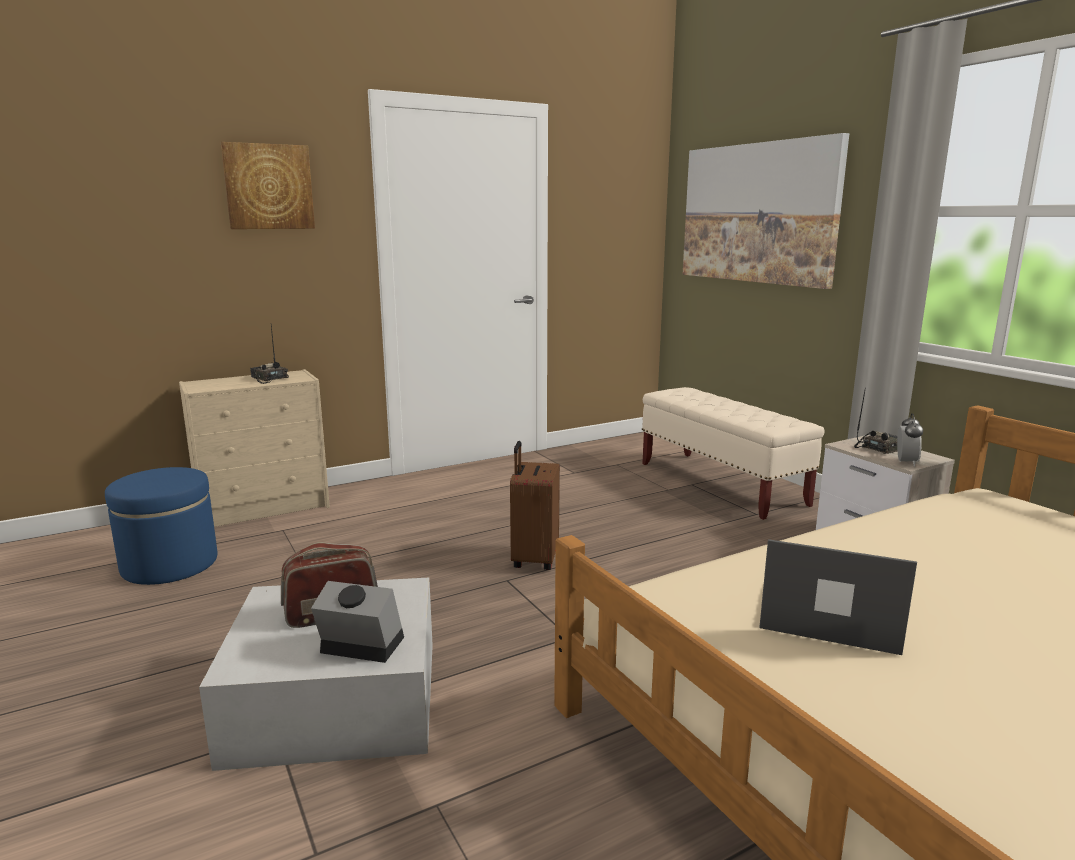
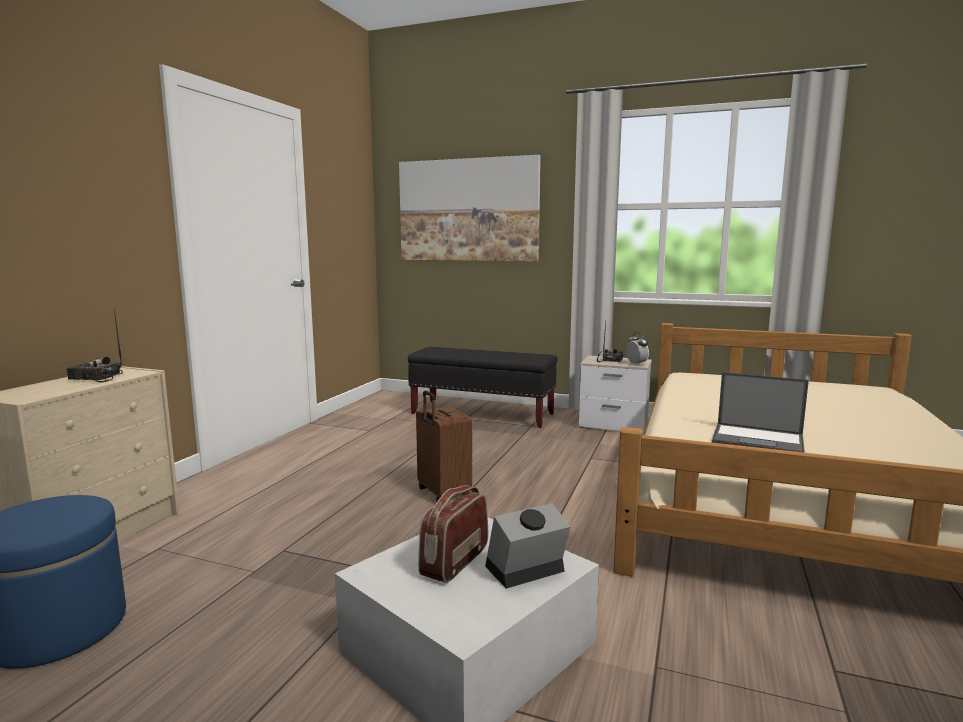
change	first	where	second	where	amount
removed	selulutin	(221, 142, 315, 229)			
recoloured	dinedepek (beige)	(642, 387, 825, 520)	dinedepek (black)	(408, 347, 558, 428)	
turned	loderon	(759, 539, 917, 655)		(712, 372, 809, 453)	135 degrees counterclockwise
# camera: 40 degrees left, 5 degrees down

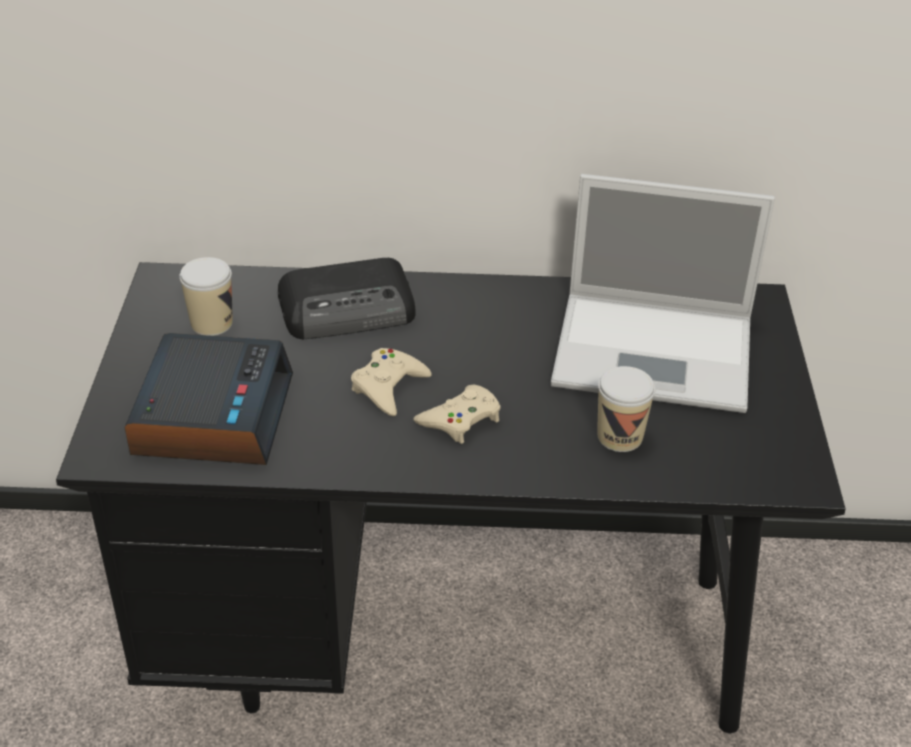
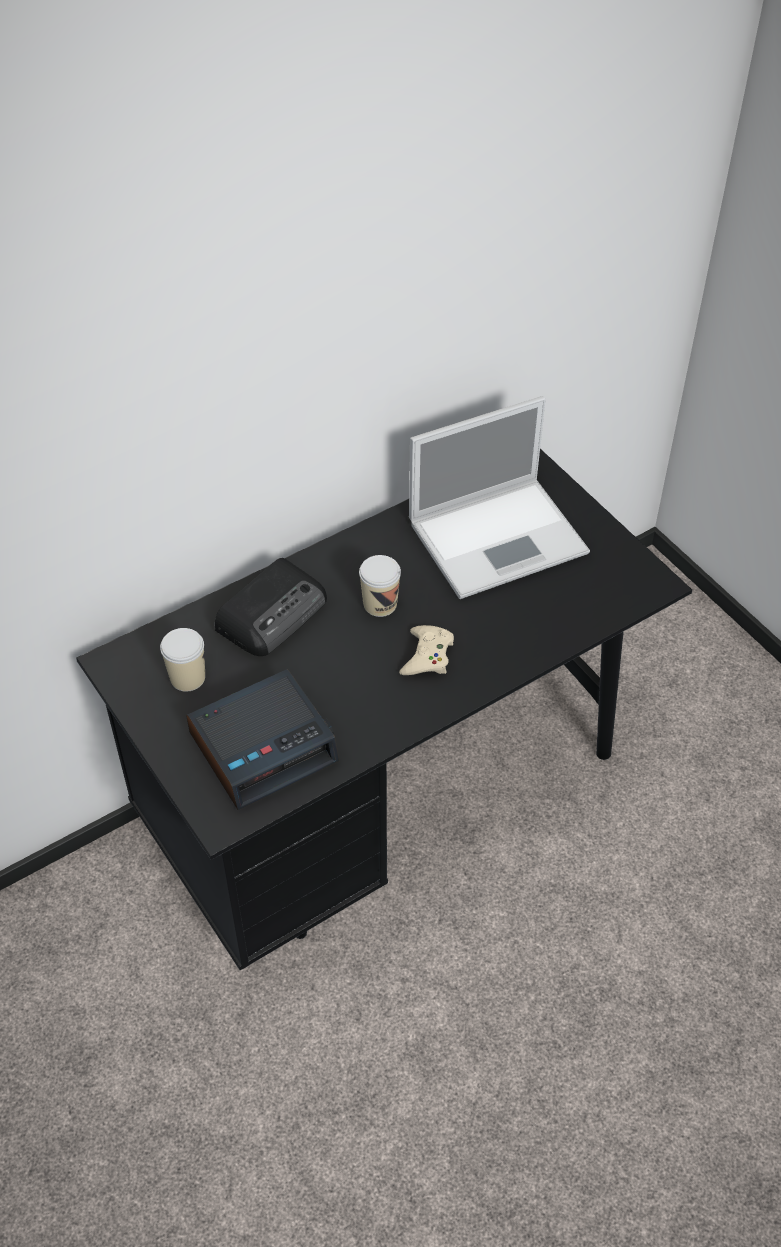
change	first	where	second	where	amount
removed	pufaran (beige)	(351, 348, 432, 416)			
moved	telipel	(597, 366, 655, 452)		(359, 555, 401, 617)	
turned	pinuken	(124, 333, 293, 465)		(186, 669, 339, 810)	90 degrees clockwise
# camera: 35 degrees left, 10 degrees up

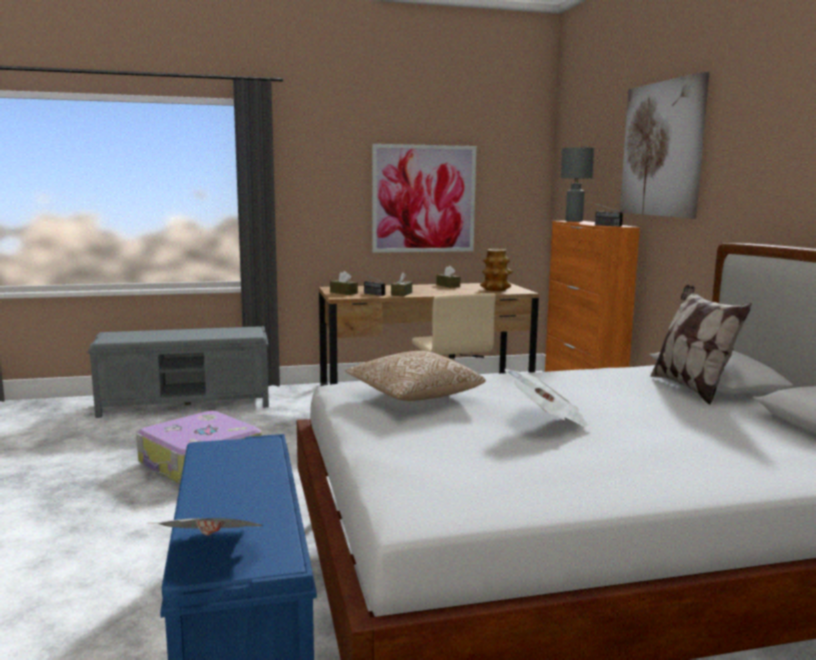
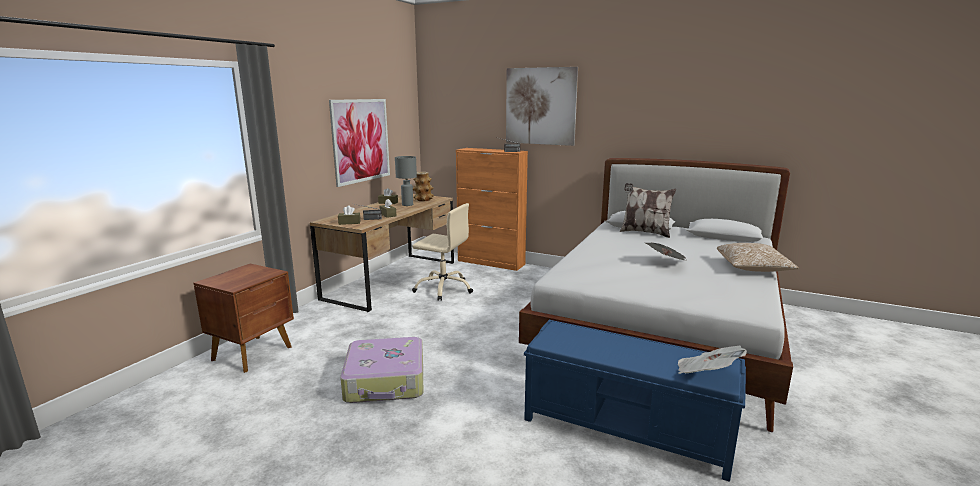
change	first	where	second	where	amount
moved	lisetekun	(346, 351, 486, 401)		(717, 243, 799, 272)	
moved	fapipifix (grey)	(561, 147, 594, 222)		(395, 156, 417, 206)	
replaced	dinedepek (grey)	(88, 326, 269, 418)	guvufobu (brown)	(194, 264, 294, 373)	
# camera: 50 degrees left, 5 degrees up

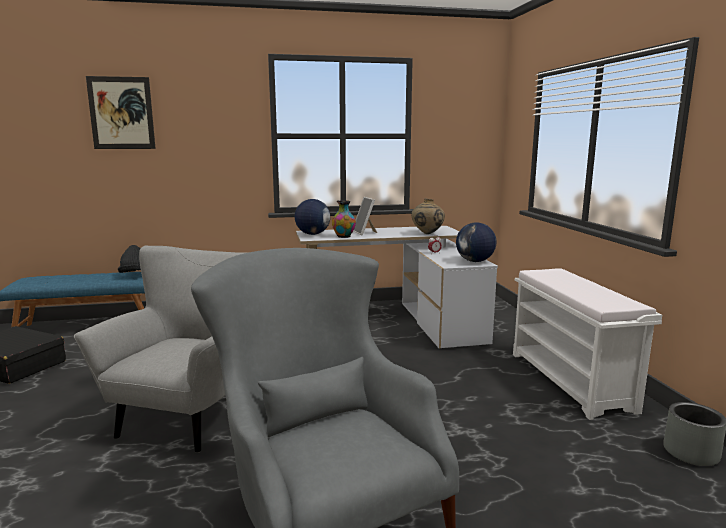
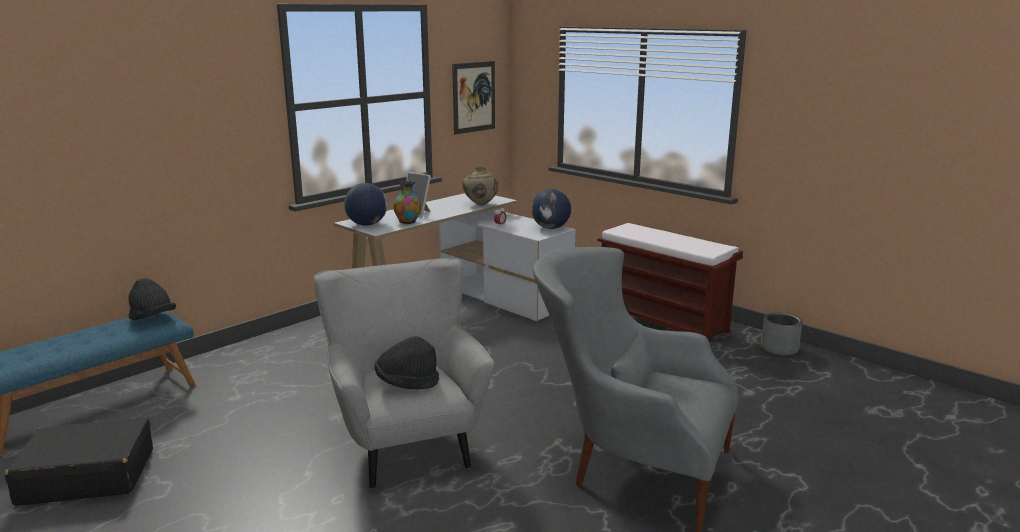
change	first	where	second	where	amount
added			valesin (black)	(374, 336, 439, 390)	
moved	selulutin	(86, 76, 156, 149)		(452, 61, 495, 134)	
recoloured	dinedepek (white)	(513, 268, 662, 420)	dinedepek (brown)	(597, 223, 743, 341)	
# camera: 35 degrees left, 5 degrees up

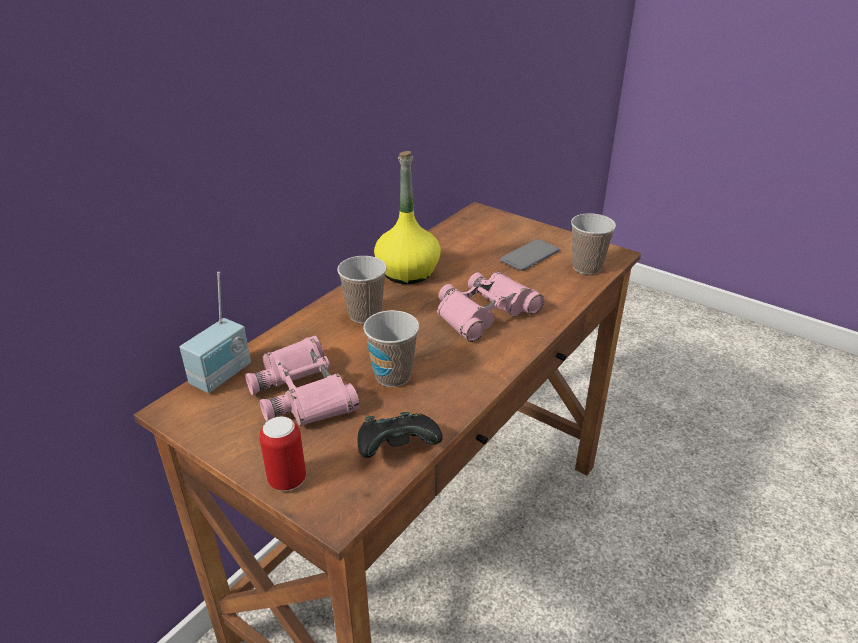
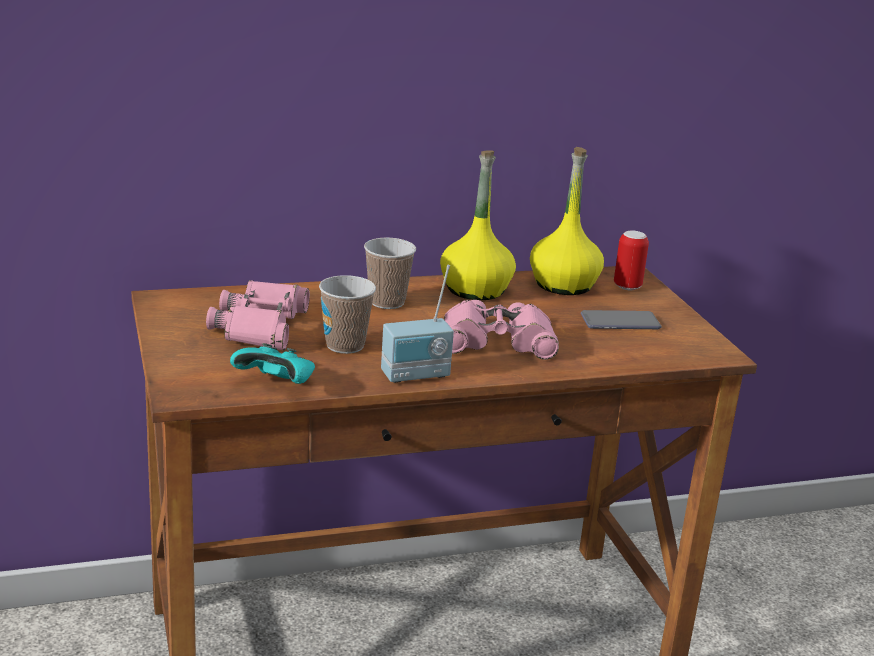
change	first	where	second	where	amount
removed	telipel	(571, 213, 616, 275)			
added			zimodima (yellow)	(530, 147, 604, 295)	
moved	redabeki	(180, 272, 251, 393)		(381, 265, 454, 383)	
moved	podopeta	(259, 416, 306, 491)		(614, 231, 649, 290)	
recoloured	pufaran (black)	(358, 412, 443, 458)	pufaran (turquoise)	(230, 343, 315, 384)	
# camera: 35 degrees right, 10 degrees down

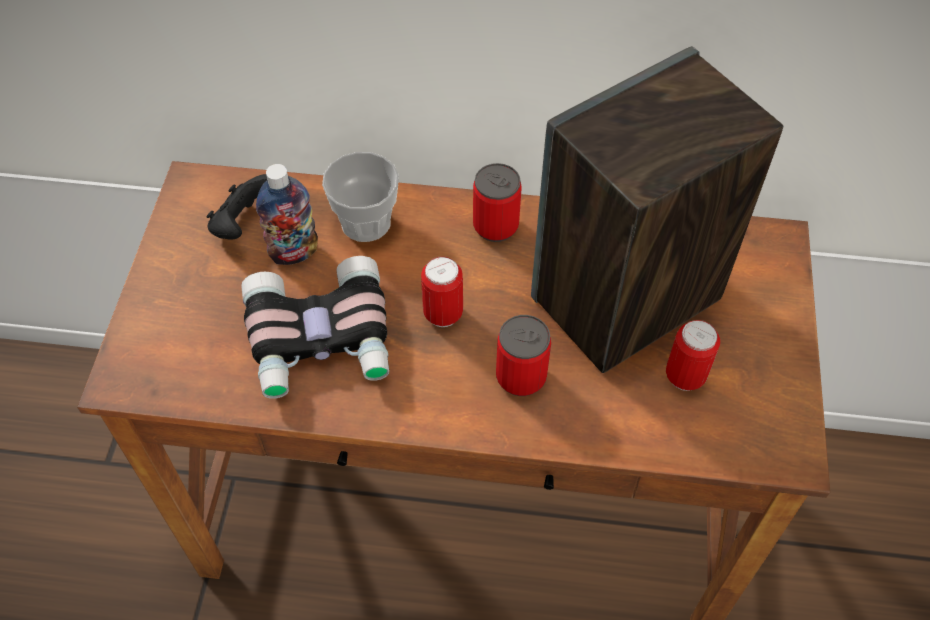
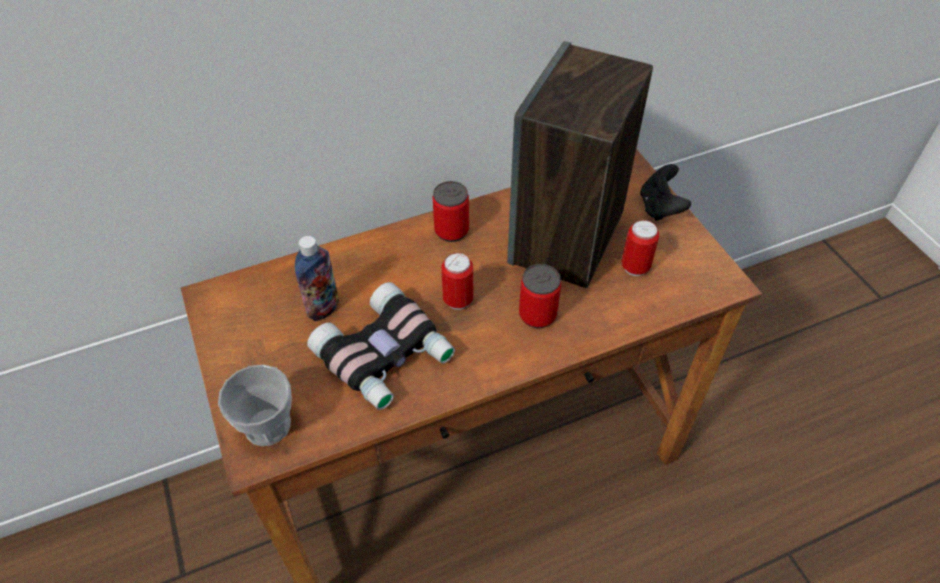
change	first	where	second	where	amount
moved	pufaran (black)	(207, 174, 267, 240)		(640, 164, 691, 221)	
moved	telipel	(322, 152, 399, 242)		(218, 365, 292, 446)	
# camera: 30 degrees left, 5 degrees down

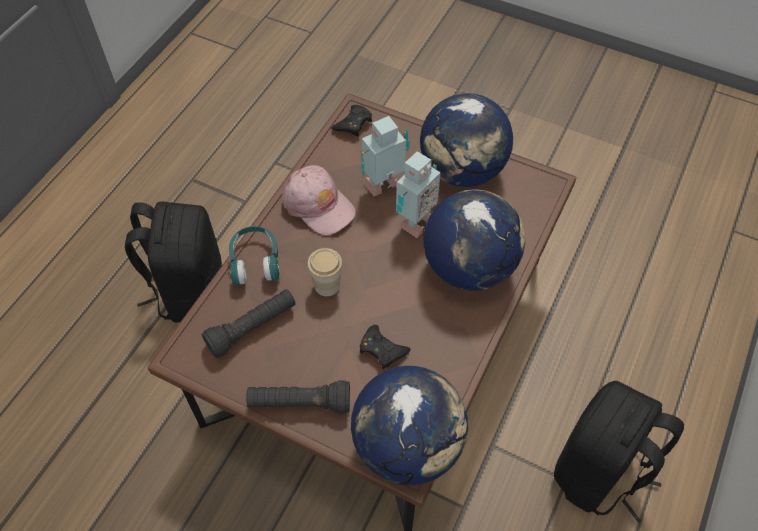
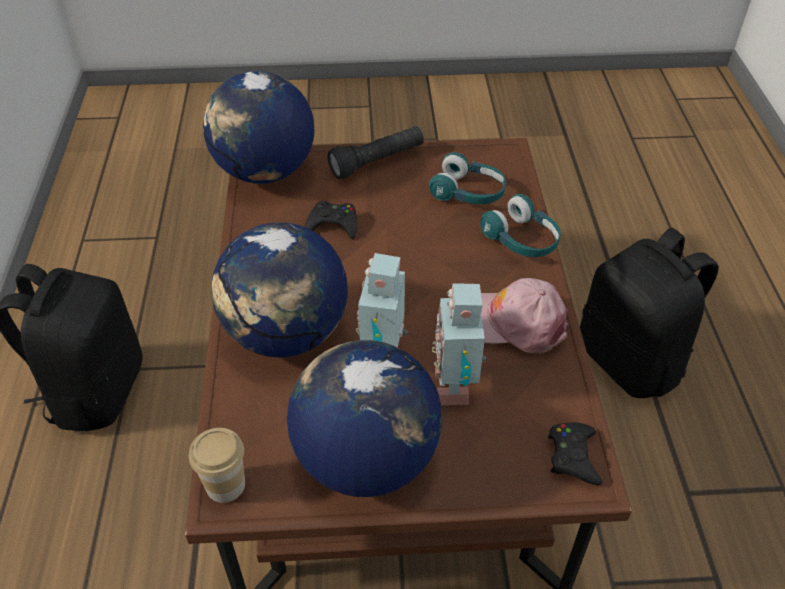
change	first	where	second	where	amount
moved	telipel	(307, 248, 343, 296)		(189, 428, 245, 503)	
replaced	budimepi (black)	(202, 289, 295, 358)	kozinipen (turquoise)	(429, 152, 506, 204)	
turned	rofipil	(361, 116, 410, 196)		(432, 283, 486, 405)	150 degrees clockwise
# camera: 150 degrees right, 10 degrees down

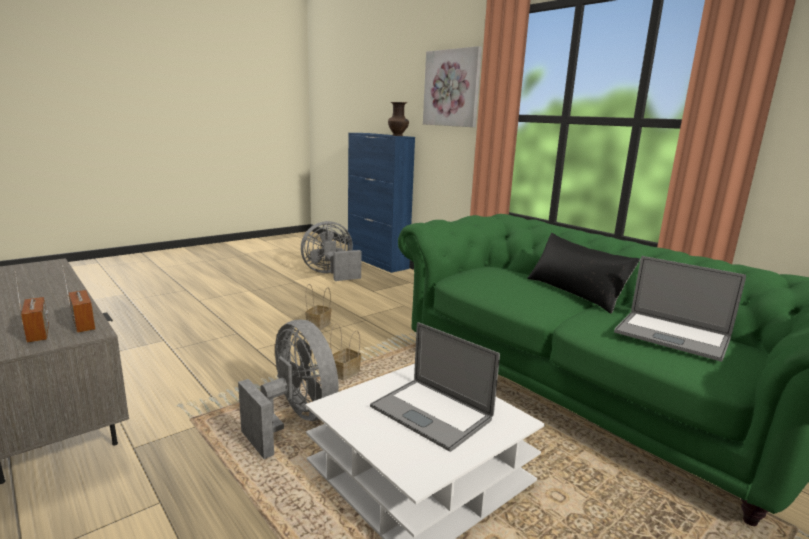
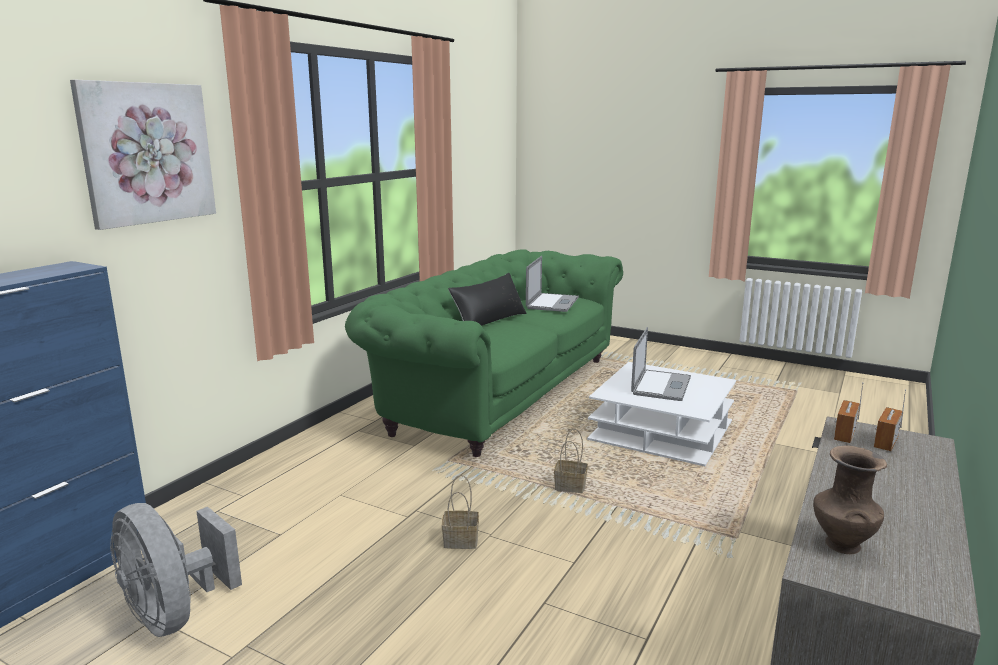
change	first	where	second	where	amount
removed	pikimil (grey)	(238, 320, 339, 459)			
moved	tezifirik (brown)	(388, 102, 409, 136)		(813, 446, 887, 554)	
# camera: 110 degrees left, 0 degrees up

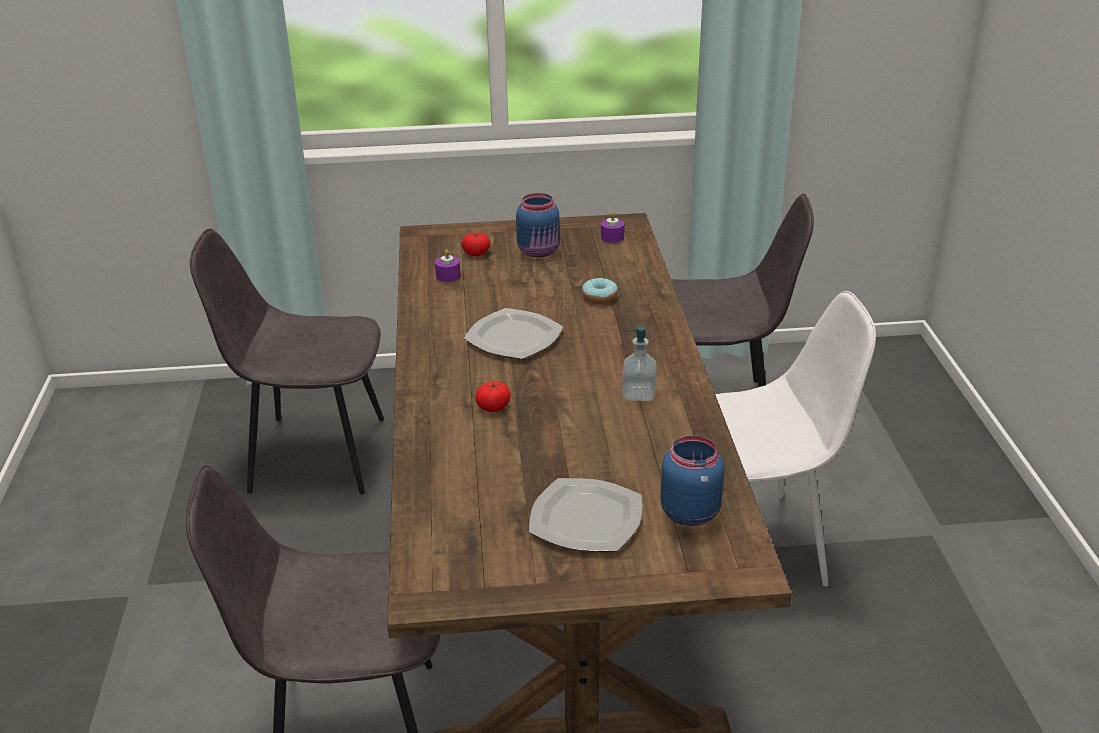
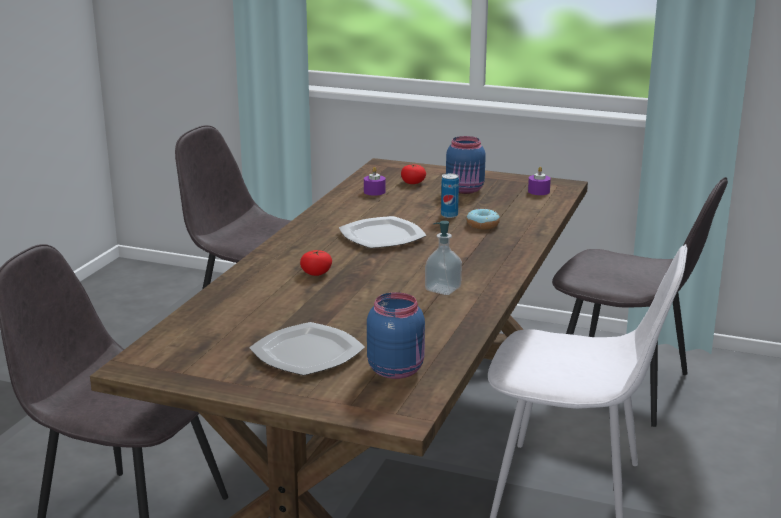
change	first	where	second	where	amount
added			podopeta	(441, 173, 459, 218)	
# camera: 25 degrees right, 10 degrees down

